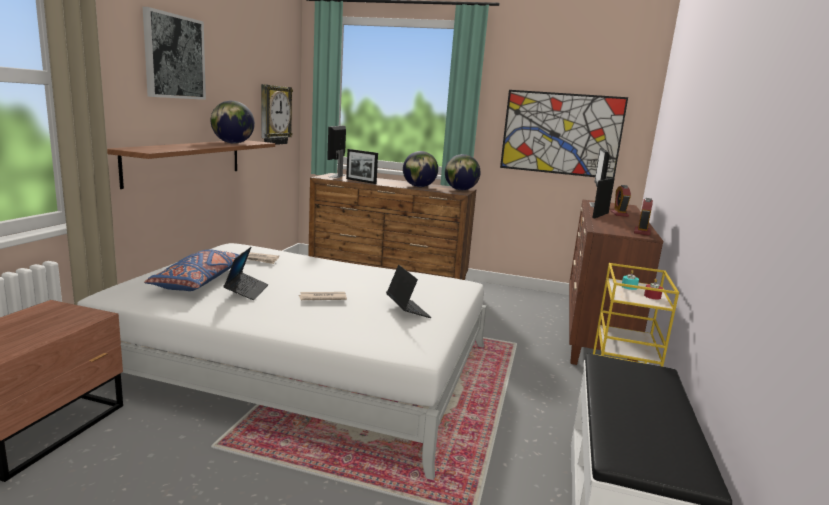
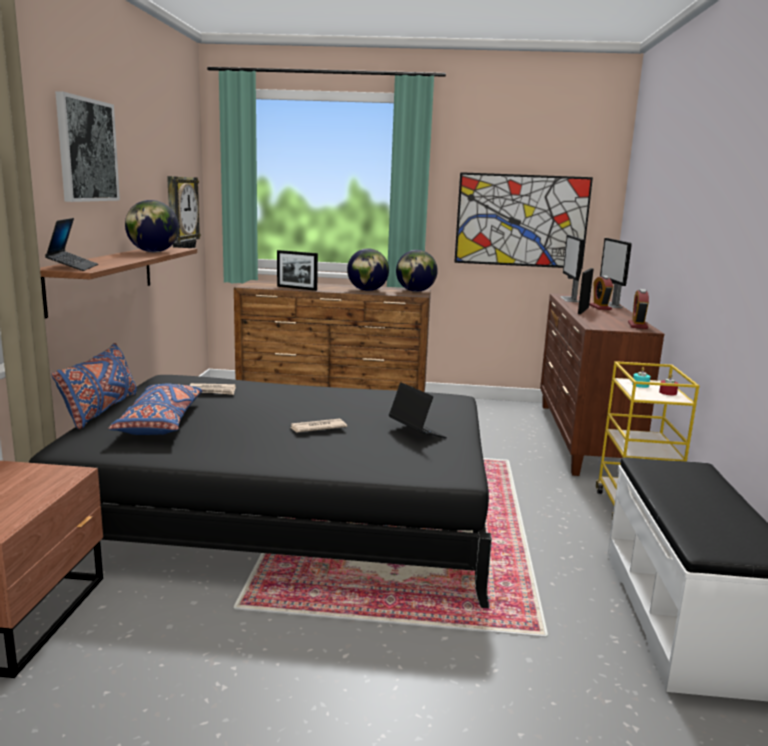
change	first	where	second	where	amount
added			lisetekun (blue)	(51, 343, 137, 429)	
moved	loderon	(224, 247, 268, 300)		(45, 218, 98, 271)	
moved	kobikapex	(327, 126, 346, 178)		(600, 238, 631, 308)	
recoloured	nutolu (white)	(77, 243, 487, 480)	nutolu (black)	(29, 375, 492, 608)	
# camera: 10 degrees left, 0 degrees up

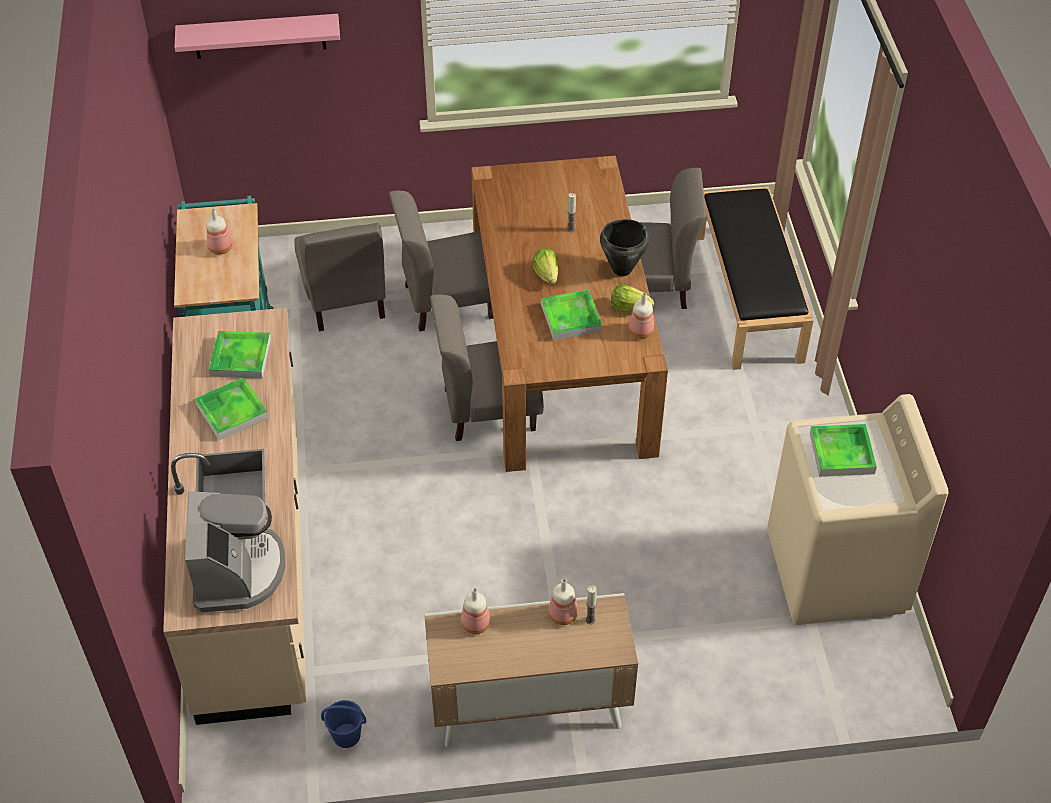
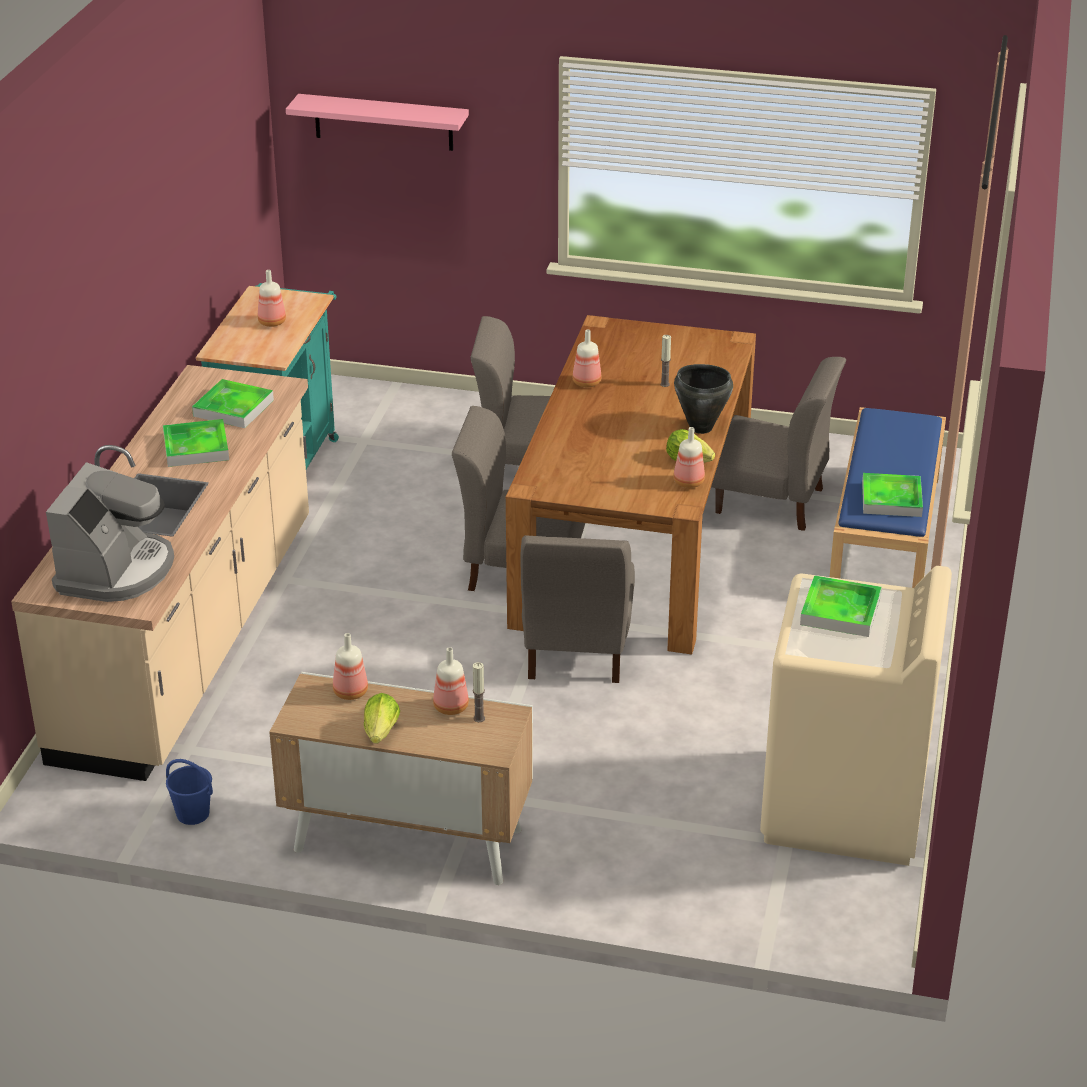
change	first	where	second	where	amount
added			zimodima	(573, 329, 601, 388)	
moved	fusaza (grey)	(294, 223, 386, 331)		(521, 535, 635, 683)	
moved	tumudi	(533, 248, 558, 284)		(364, 693, 400, 744)	
moved	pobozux	(541, 290, 602, 340)		(862, 473, 923, 517)	
recoloured	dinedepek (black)	(697, 186, 814, 370)	dinedepek (blue)	(830, 407, 946, 588)	
# camera: 20 degrees right, 15 degrees down

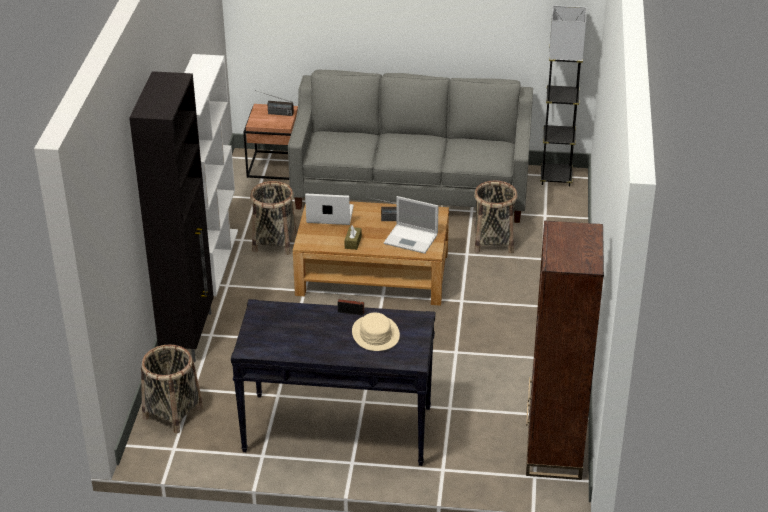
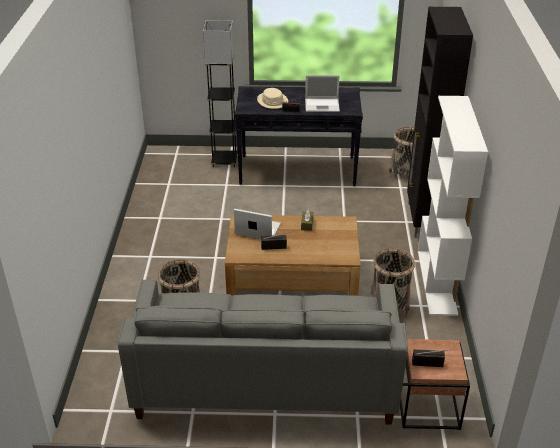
change	first	where	second	where	amount
removed	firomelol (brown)	(526, 220, 604, 480)			
moved	loderon	(305, 194, 354, 225)		(305, 75, 340, 112)	
moved	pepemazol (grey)	(540, 5, 586, 186)		(203, 20, 238, 167)	
# camera: 175 degrees right, 0 degrees up

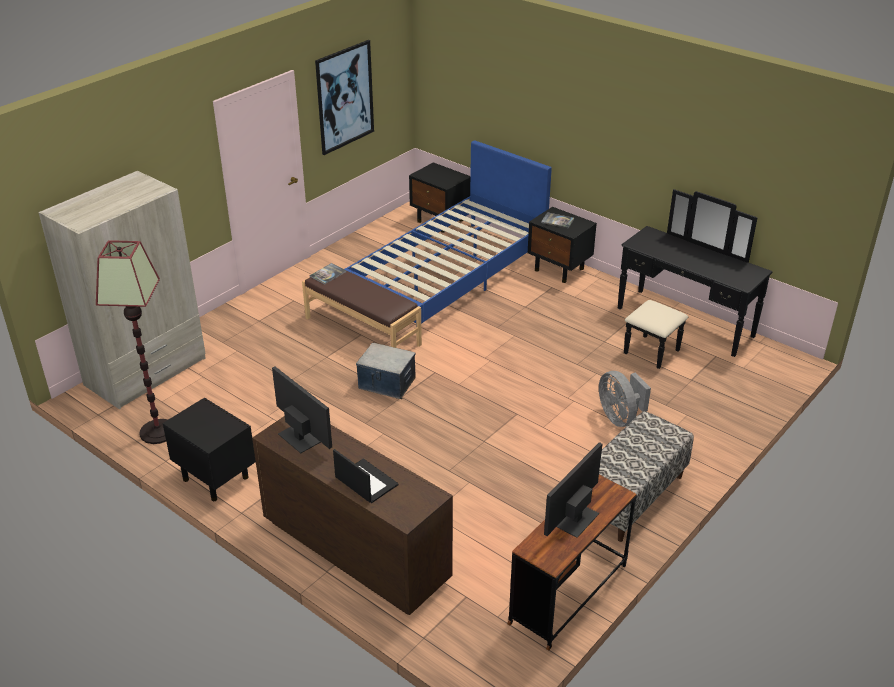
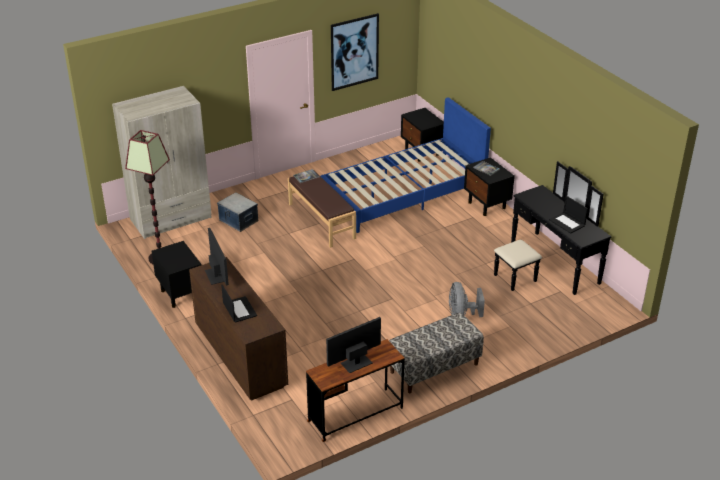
change	first	where	second	where	amount
added			loderon	(549, 196, 588, 234)	
moved	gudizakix	(356, 343, 416, 399)		(217, 192, 258, 232)	
# camera: 20 degrees right, 0 degrees up

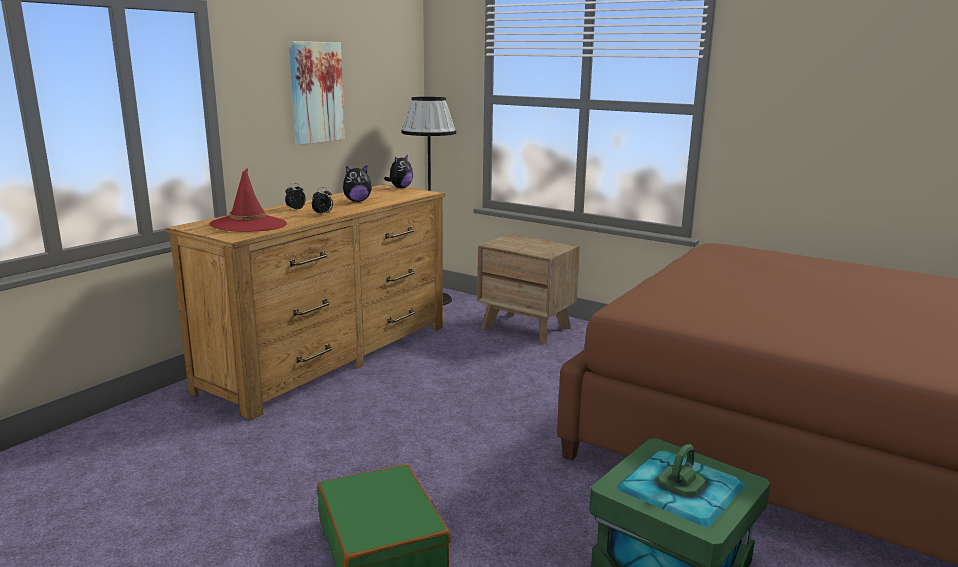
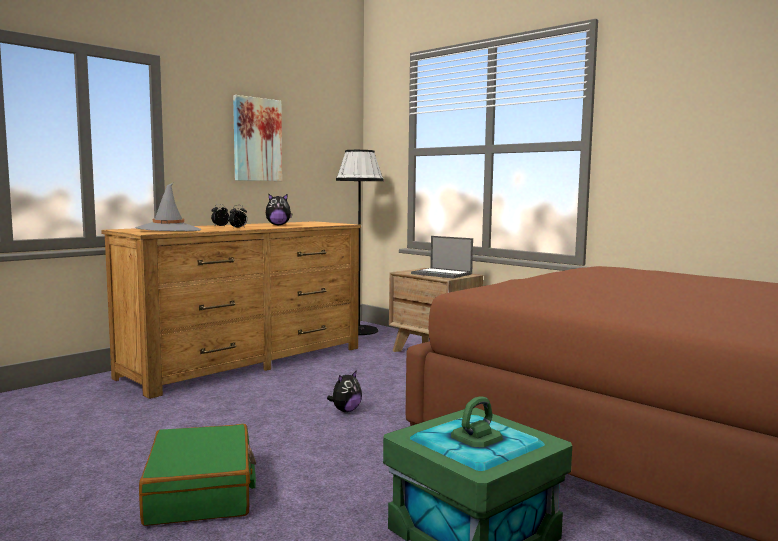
change	first	where	second	where	amount
added			loderon	(411, 236, 473, 279)	
moved	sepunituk	(384, 154, 413, 188)		(327, 370, 362, 412)	
recoloured	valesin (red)	(209, 168, 287, 232)	valesin (grey)	(135, 183, 201, 231)	
# camera: 10 degrees right, 10 degrees down

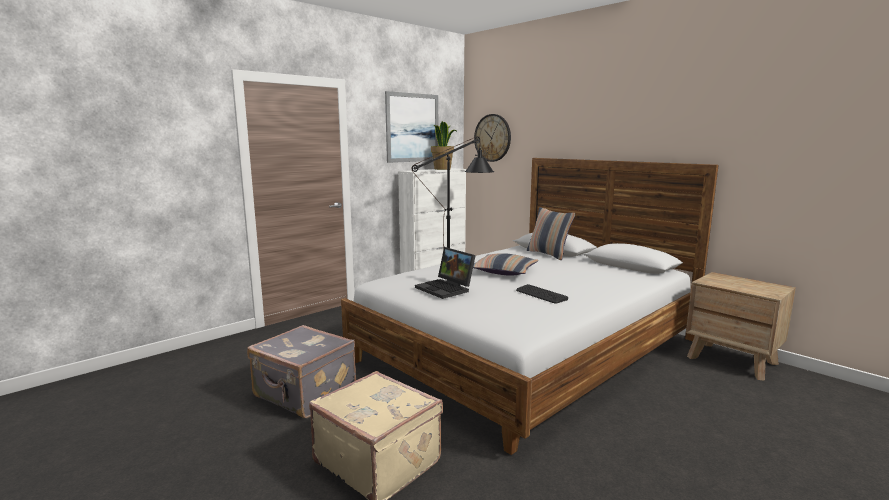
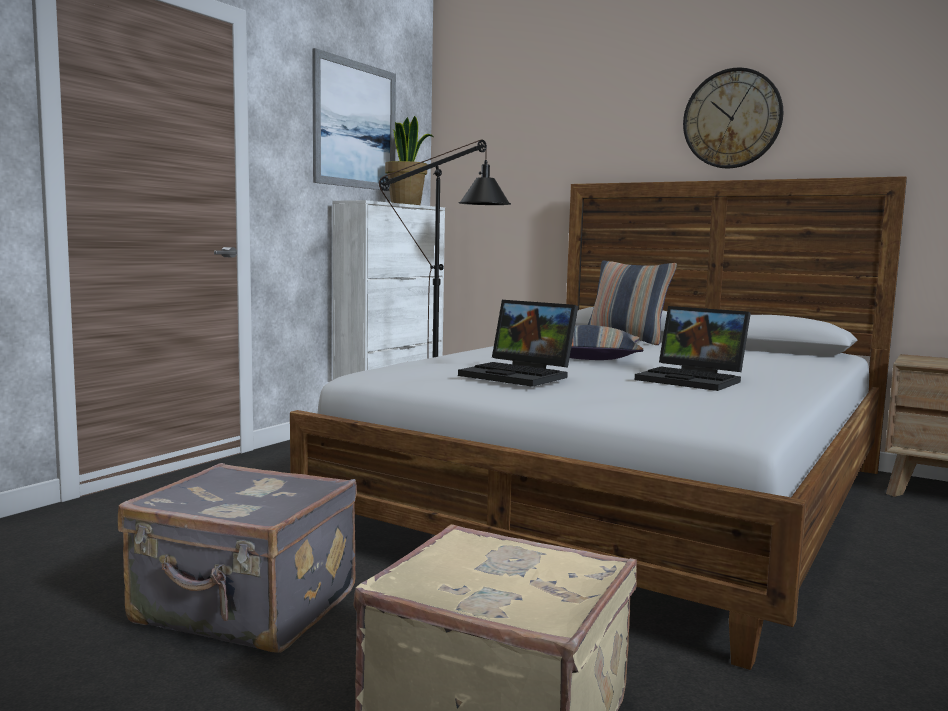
change	first	where	second	where	amount
moved	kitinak	(474, 114, 511, 162)		(683, 67, 783, 168)	
replaced	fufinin	(516, 284, 568, 303)	loderon	(635, 306, 751, 391)	
# camera: 15 degrees left, 5 degrees down

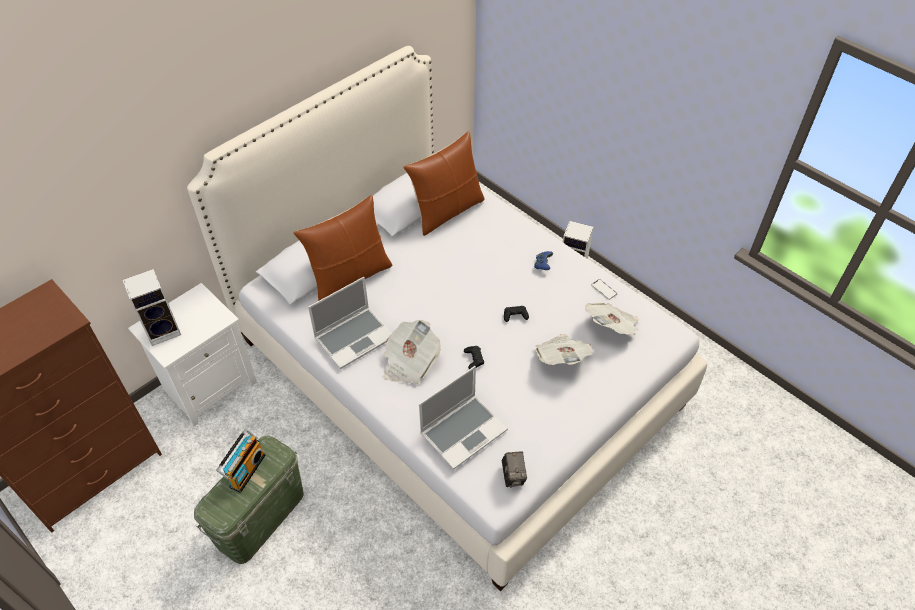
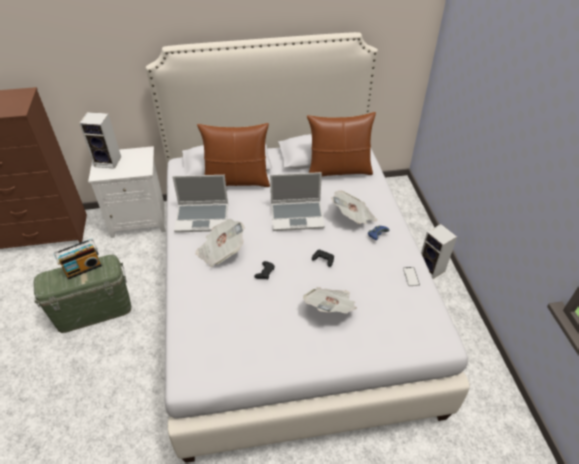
change	first	where	second	where	amount
removed	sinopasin	(502, 451, 527, 488)			
moved	loderon	(419, 366, 508, 470)		(270, 172, 325, 231)	
moved	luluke	(585, 303, 639, 335)		(331, 191, 377, 224)	
# camera: 35 degrees right, 5 degrees down

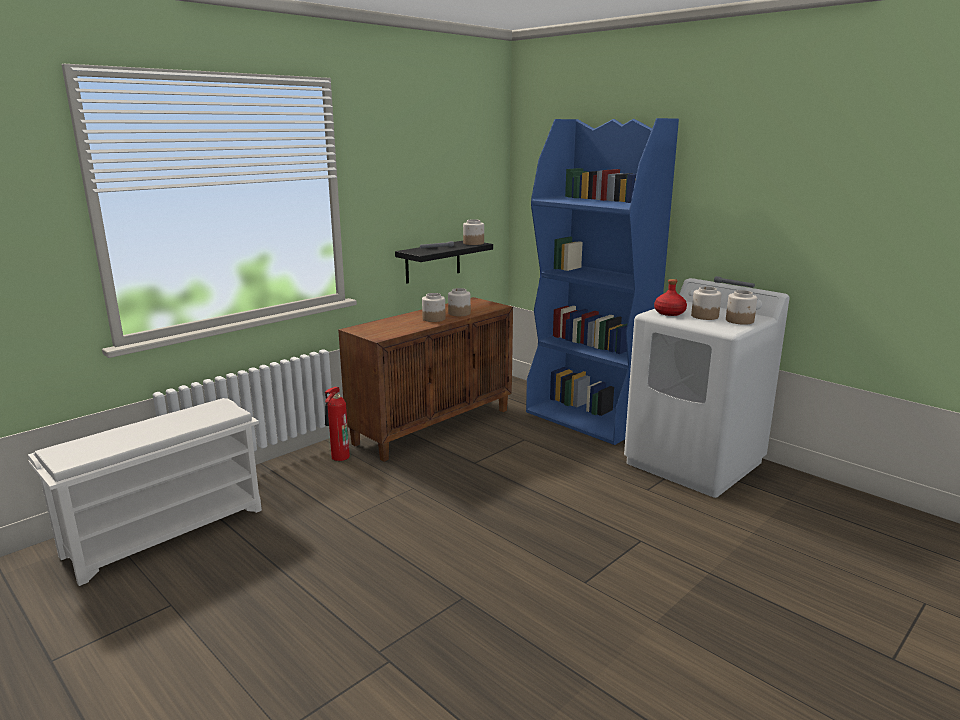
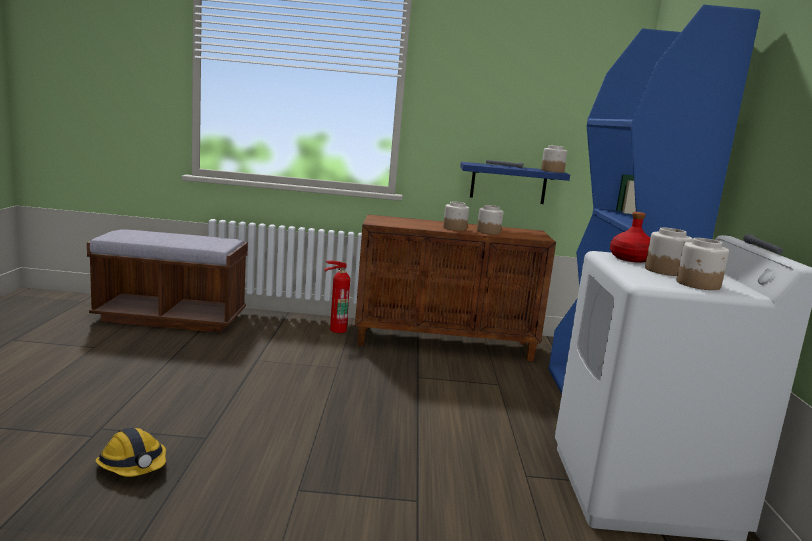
change	first	where	second	where	amount
added			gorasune	(95, 428, 166, 477)	
replaced	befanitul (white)	(28, 398, 262, 586)	dinedepek (brown)	(87, 229, 248, 333)	
recoloured	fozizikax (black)	(395, 241, 493, 284)	fozizikax (blue)	(460, 162, 570, 204)	
# camera: 45 degrees right, 5 degrees down

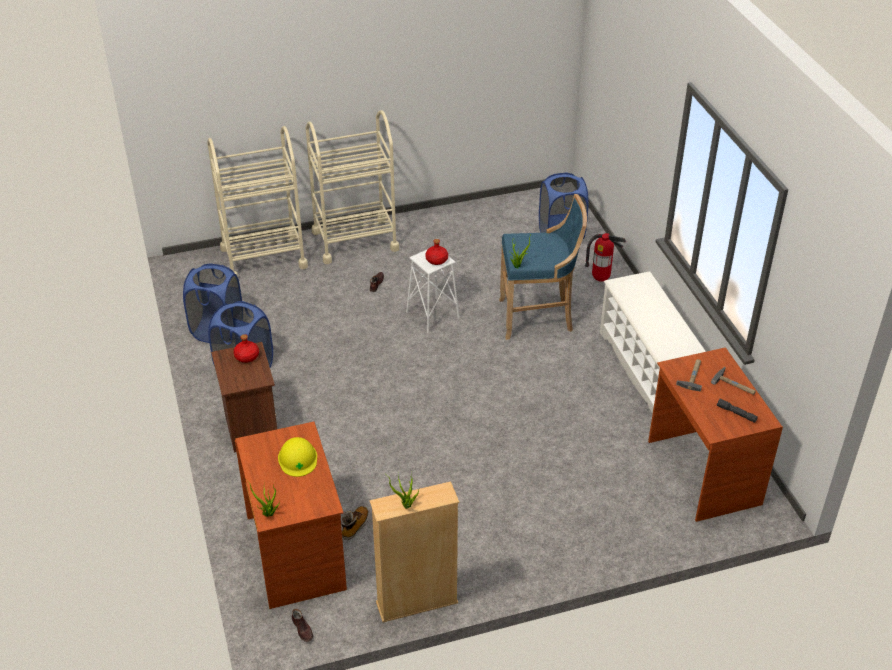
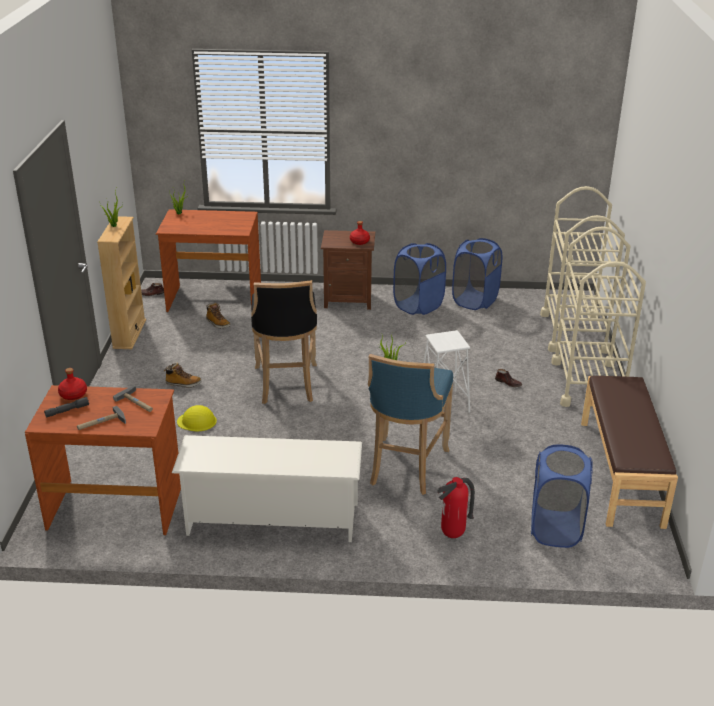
change	first	where	second	where	amount
added			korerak	(164, 362, 202, 388)	
added			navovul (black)	(251, 280, 317, 404)	
added			dinedepek (brown)	(581, 376, 678, 529)	
moved	gorasune (yellow)	(278, 437, 317, 477)		(177, 405, 217, 431)	
moved	zimodima (red)	(425, 239, 448, 265)		(58, 368, 87, 400)	
# camera: 110 degrees right, 10 degrees down

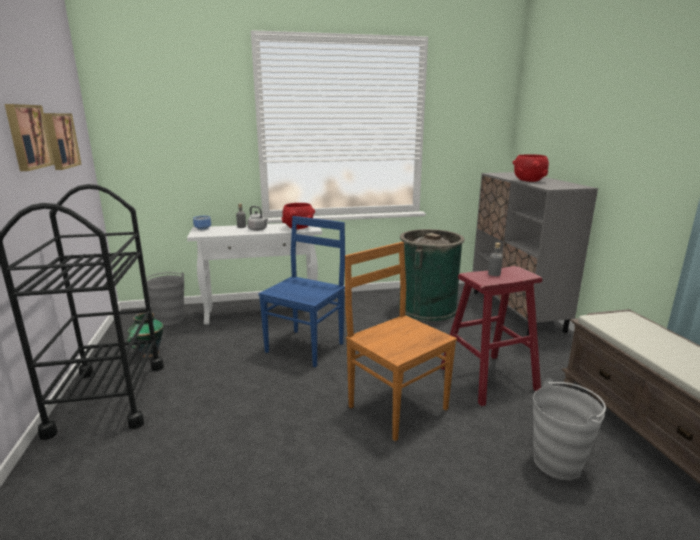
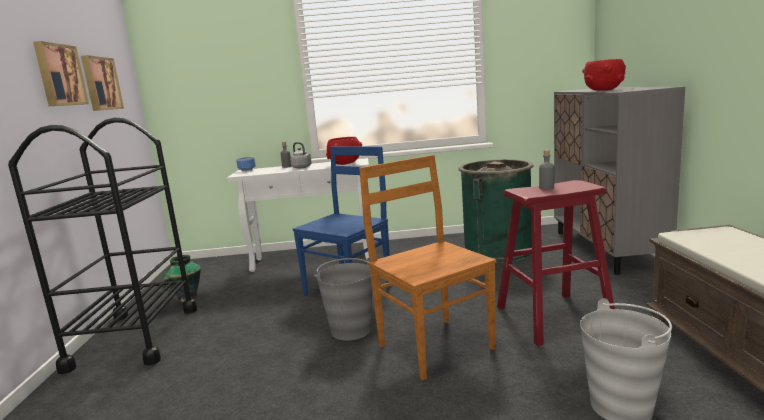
change	first	where	second	where	amount
moved	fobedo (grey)	(146, 272, 184, 325)		(314, 258, 372, 341)	
# camera: 10 degrees right, 5 degrees down

